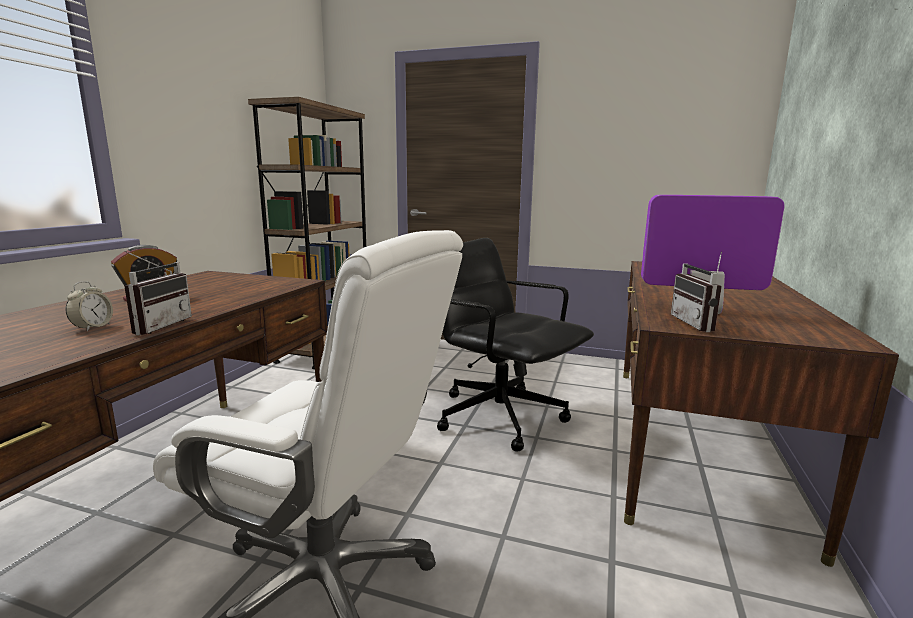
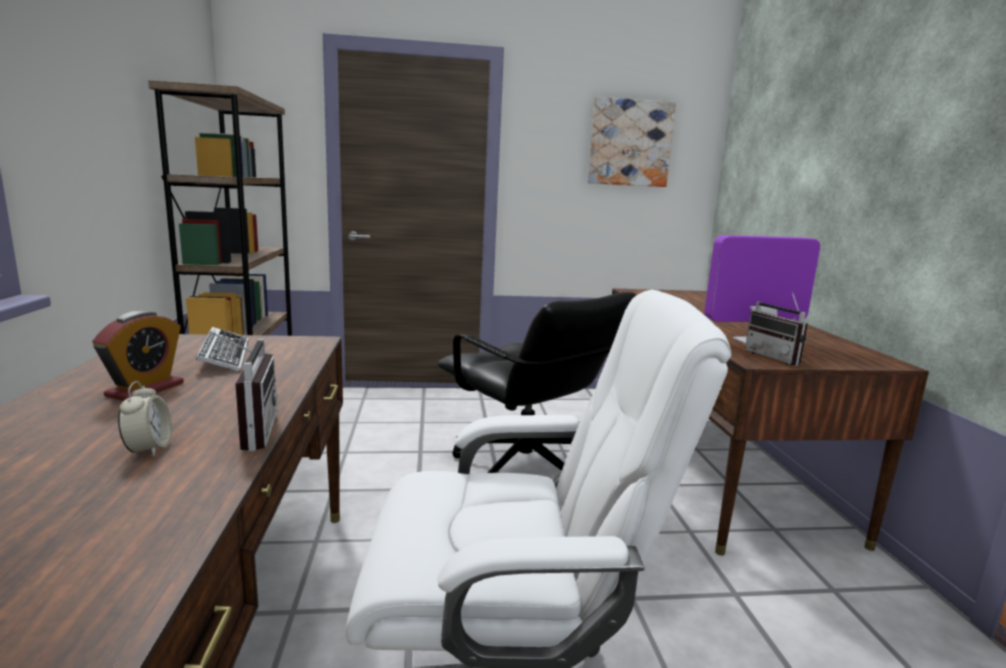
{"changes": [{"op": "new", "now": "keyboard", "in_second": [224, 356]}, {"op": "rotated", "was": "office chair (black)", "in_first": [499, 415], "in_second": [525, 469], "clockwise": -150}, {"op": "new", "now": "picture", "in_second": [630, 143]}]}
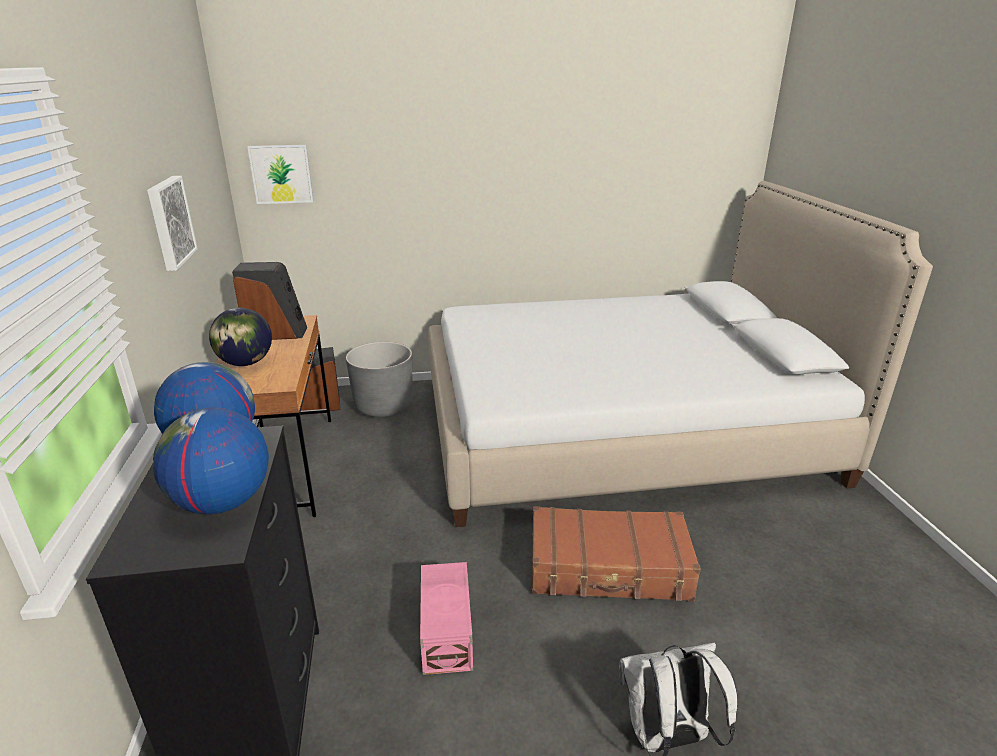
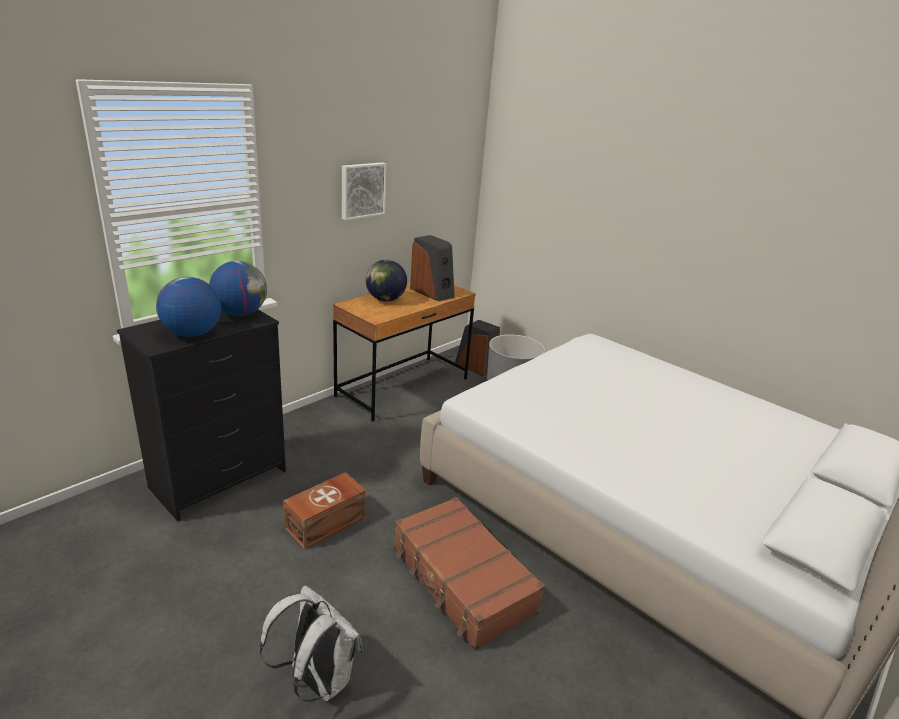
{"changes": [{"op": "repainted", "was": "storage box (pink)", "now": "storage box (brown)", "in_first": [448, 631], "in_second": [327, 523]}, {"op": "gone", "was": "picture", "in_first": [281, 174]}]}
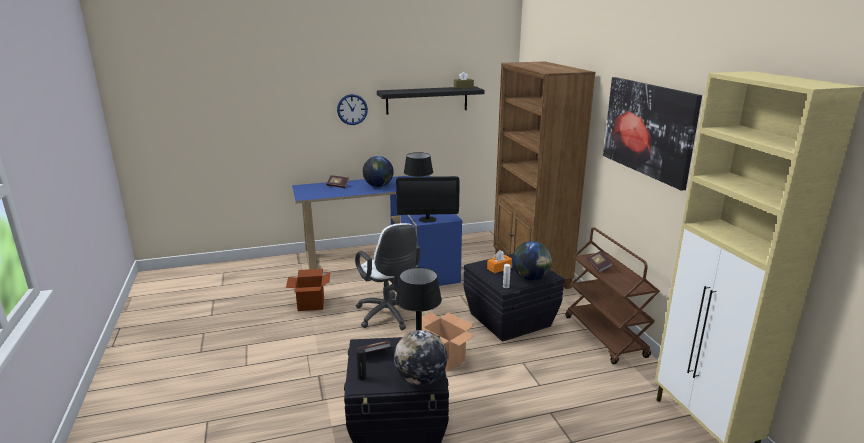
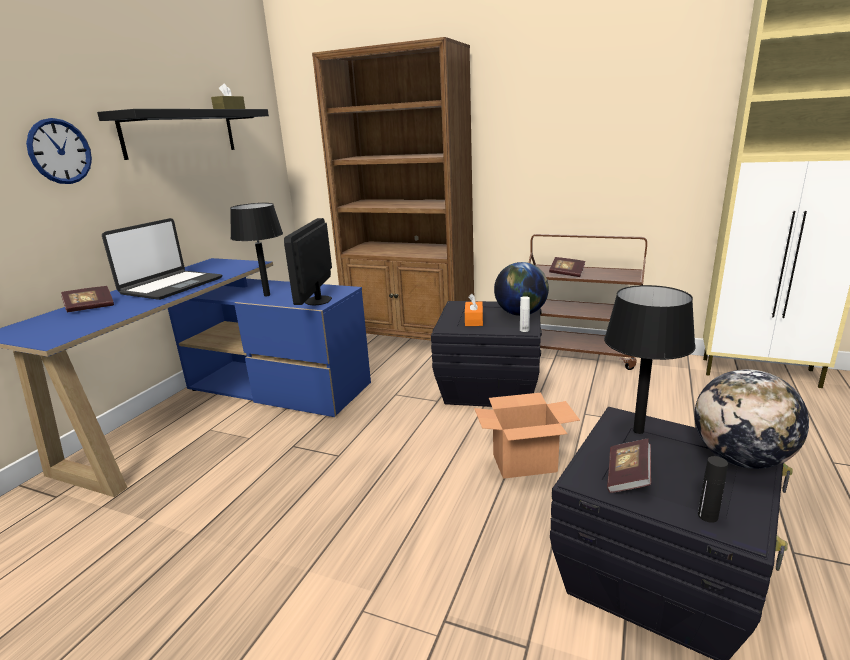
{"changes": [{"op": "swapped", "was": "globe", "now": "laptop", "in_first": [378, 186], "in_second": [171, 286]}, {"op": "rotated", "was": "monitor", "in_first": [427, 219], "in_second": [318, 300], "clockwise": 150}, {"op": "gone", "was": "cardboard box", "in_first": [311, 304]}, {"op": "gone", "was": "office chair (white)", "in_first": [389, 316]}, {"op": "gone", "was": "picture", "in_first": [648, 129]}]}
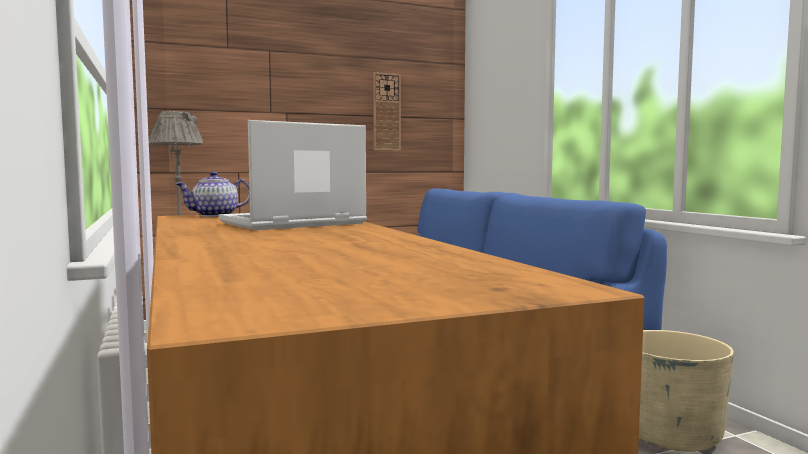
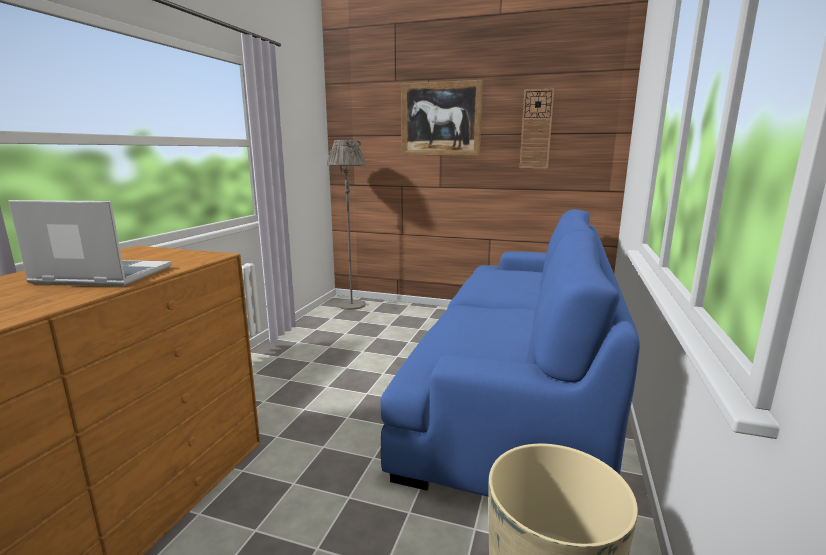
{"changes": [{"op": "new", "now": "picture", "in_second": [440, 119]}, {"op": "gone", "was": "teapot", "in_first": [215, 215]}]}
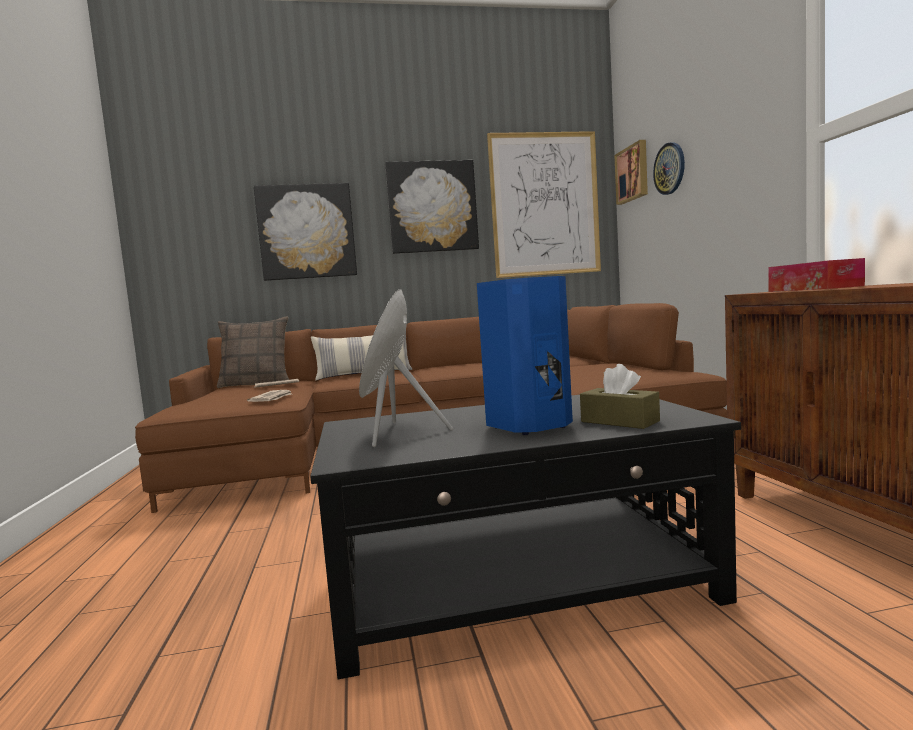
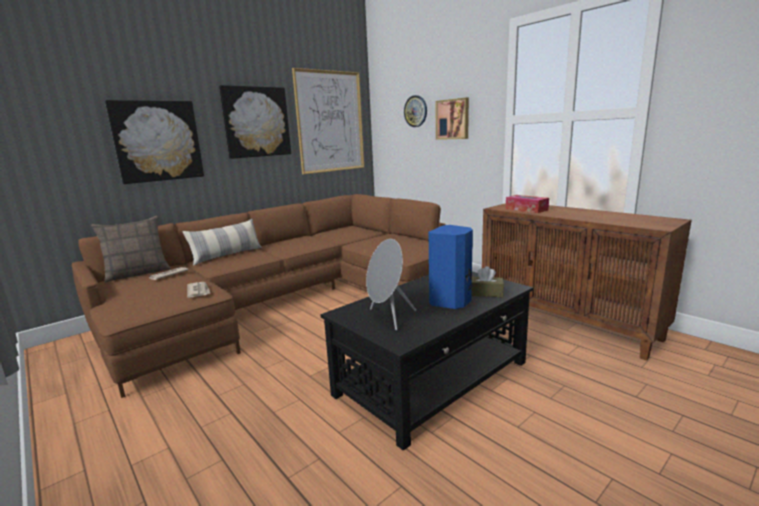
{"changes": [{"op": "shifted", "was": "picture", "in_first": [633, 173], "in_second": [453, 119]}]}
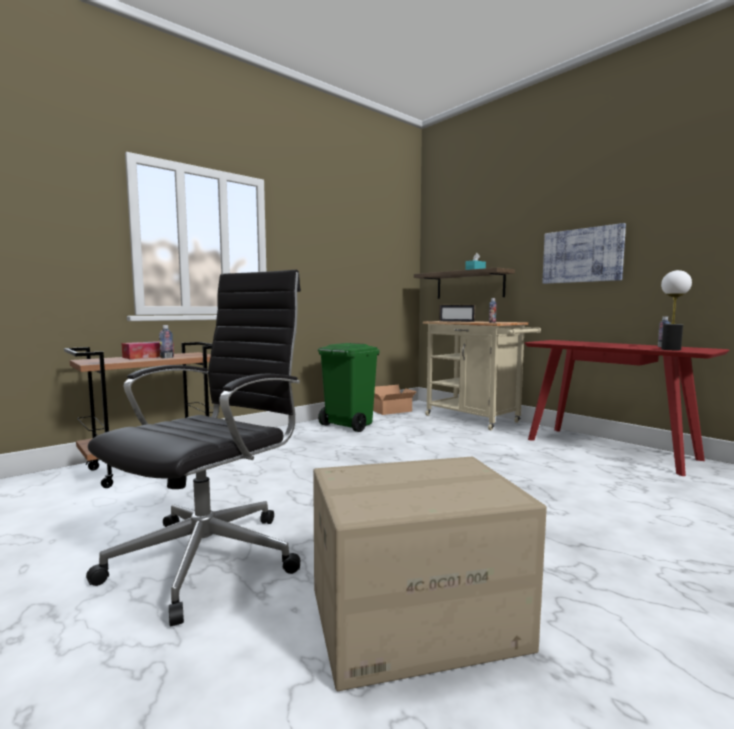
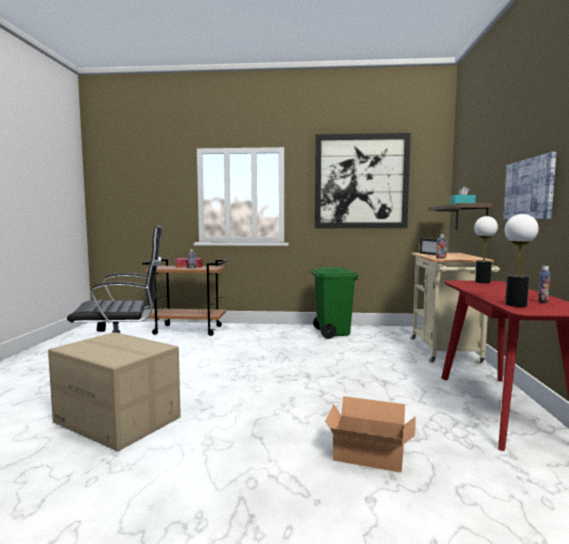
{"changes": [{"op": "new", "now": "picture", "in_second": [361, 181]}, {"op": "shifted", "was": "cardboard box", "in_first": [393, 411], "in_second": [370, 456]}, {"op": "new", "now": "table lamp", "in_second": [482, 282]}]}
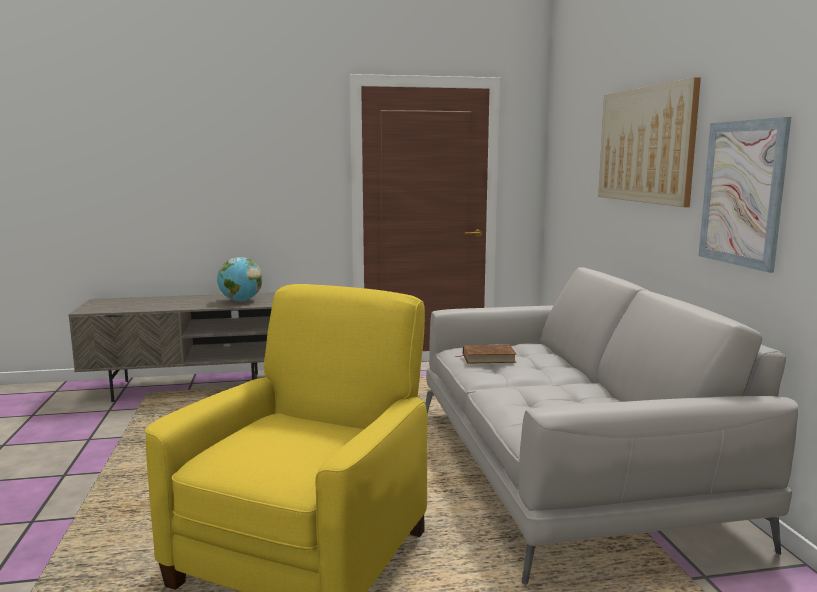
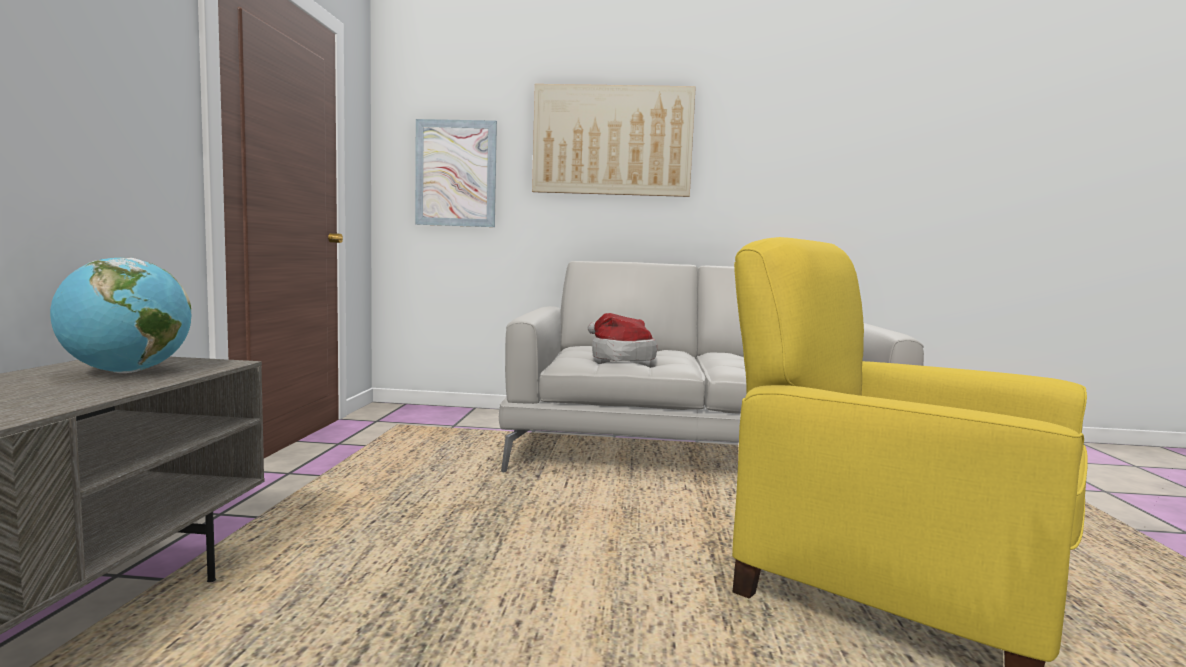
{"changes": [{"op": "shifted", "was": "picture", "in_first": [742, 193], "in_second": [456, 173]}, {"op": "swapped", "was": "book (brown)", "now": "hat", "in_first": [488, 358], "in_second": [619, 357]}]}
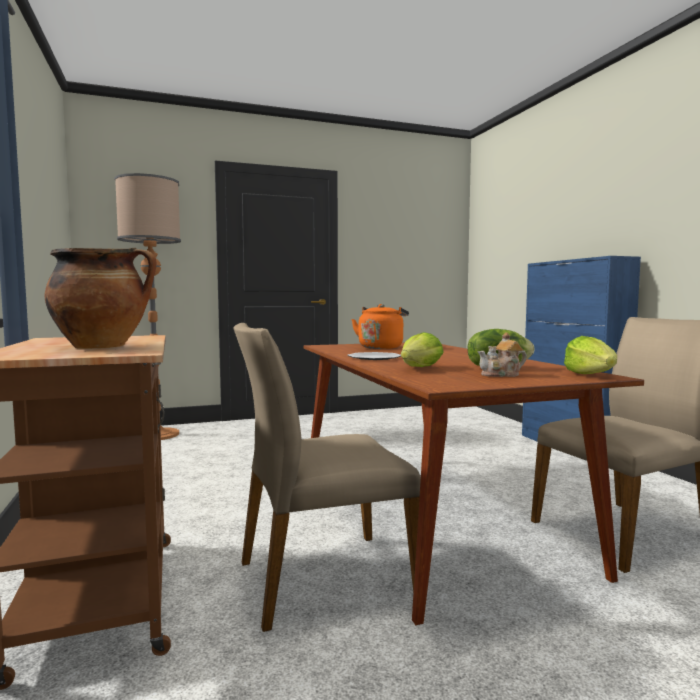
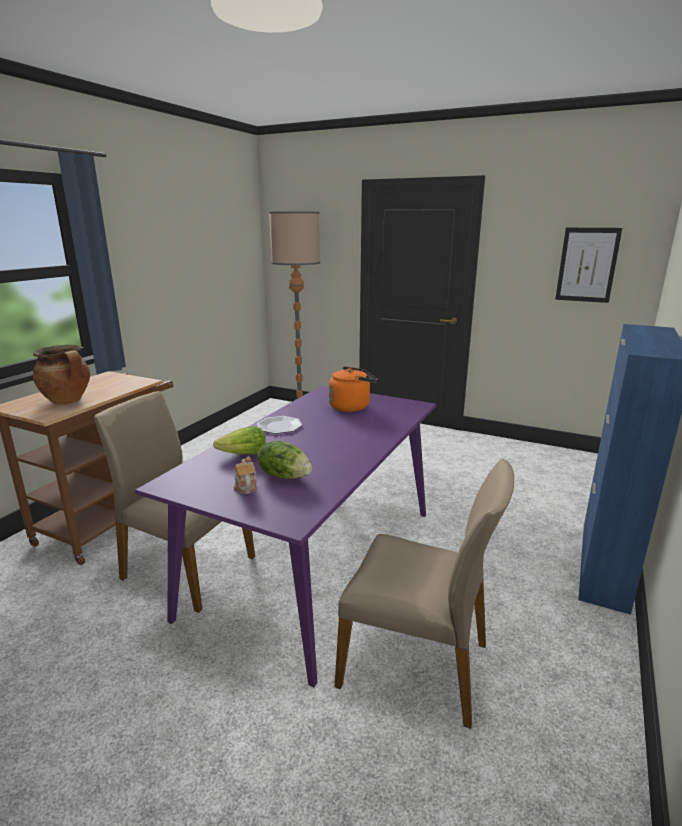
{"changes": [{"op": "repainted", "was": "dining table (brown)", "now": "dining table (purple)", "in_first": [427, 515], "in_second": [316, 561]}, {"op": "rotated", "was": "teapot", "in_first": [502, 375], "in_second": [245, 487], "clockwise": 45}, {"op": "new", "now": "picture", "in_second": [587, 265]}, {"op": "gone", "was": "lettuce", "in_first": [591, 375]}]}
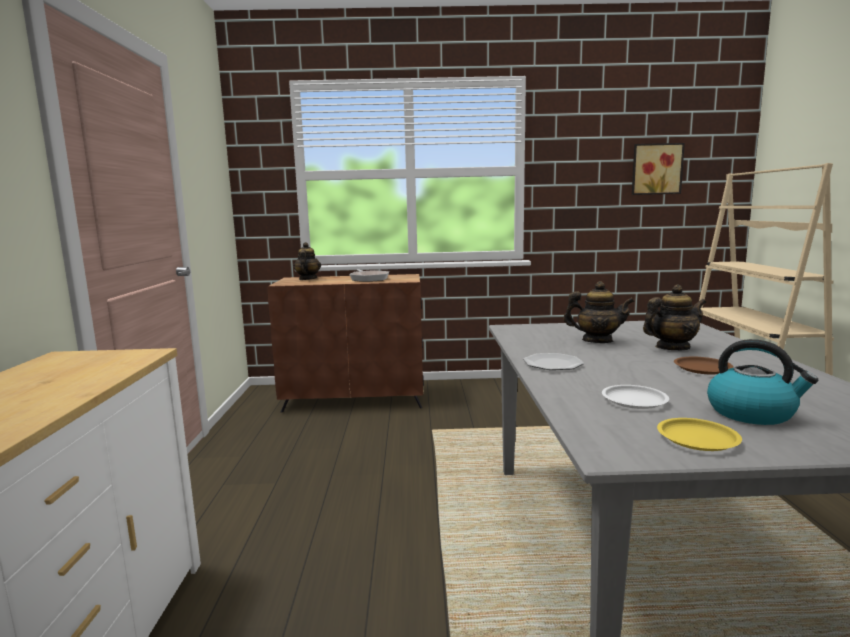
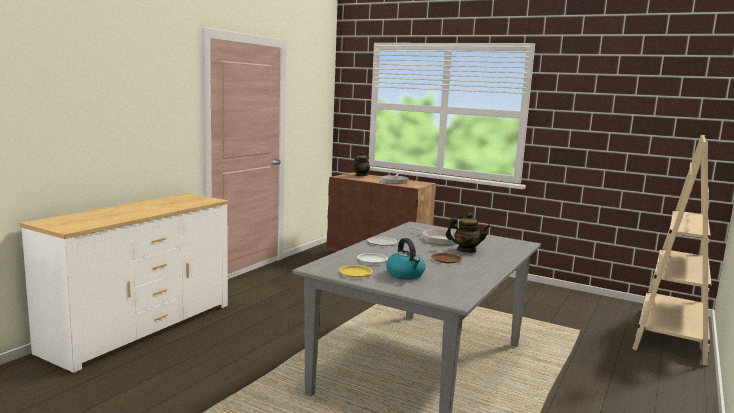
{"changes": [{"op": "swapped", "was": "teapot", "now": "frying pan", "in_first": [597, 341], "in_second": [438, 239]}, {"op": "gone", "was": "picture", "in_first": [656, 169]}]}
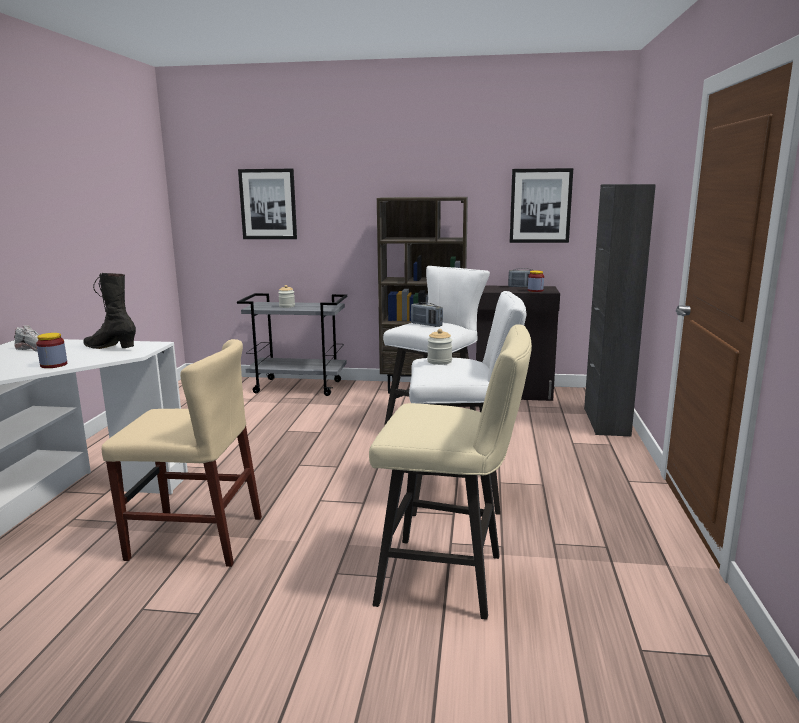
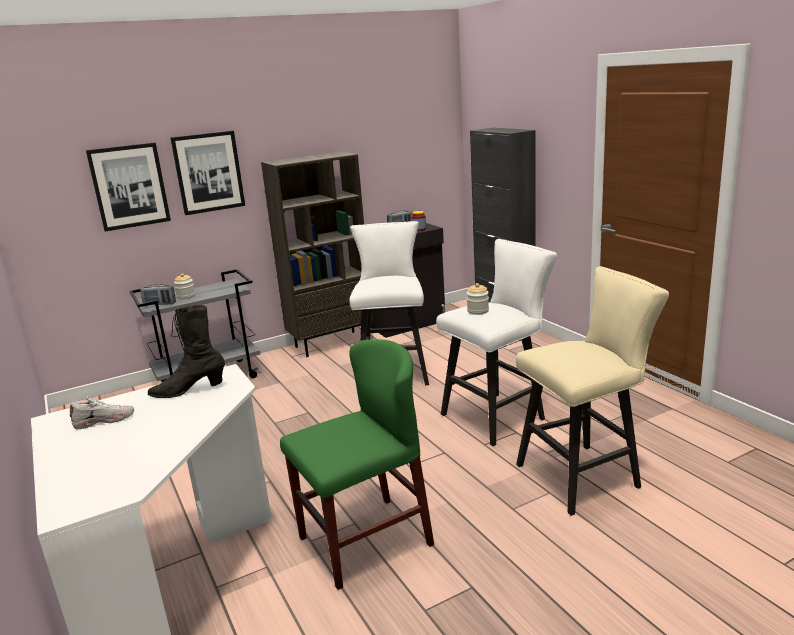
{"changes": [{"op": "shifted", "was": "radio", "in_first": [426, 325], "in_second": [160, 304]}, {"op": "shifted", "was": "picture", "in_first": [540, 206], "in_second": [208, 172]}, {"op": "repainted", "was": "chair (beige)", "now": "chair (green)", "in_first": [195, 538], "in_second": [365, 541]}, {"op": "gone", "was": "jar", "in_first": [54, 365]}]}
